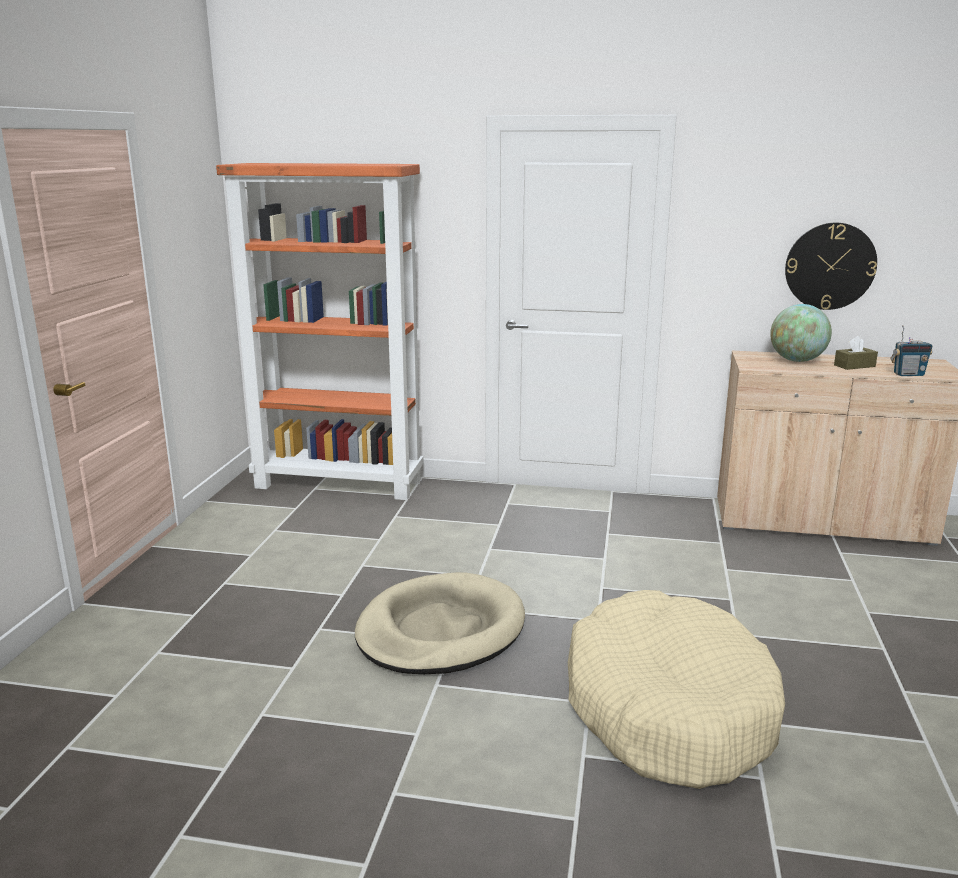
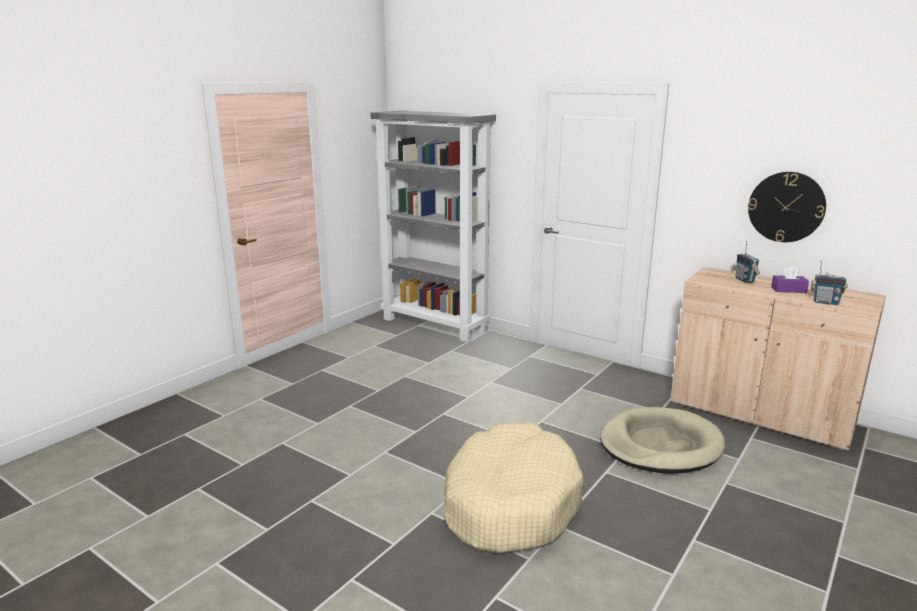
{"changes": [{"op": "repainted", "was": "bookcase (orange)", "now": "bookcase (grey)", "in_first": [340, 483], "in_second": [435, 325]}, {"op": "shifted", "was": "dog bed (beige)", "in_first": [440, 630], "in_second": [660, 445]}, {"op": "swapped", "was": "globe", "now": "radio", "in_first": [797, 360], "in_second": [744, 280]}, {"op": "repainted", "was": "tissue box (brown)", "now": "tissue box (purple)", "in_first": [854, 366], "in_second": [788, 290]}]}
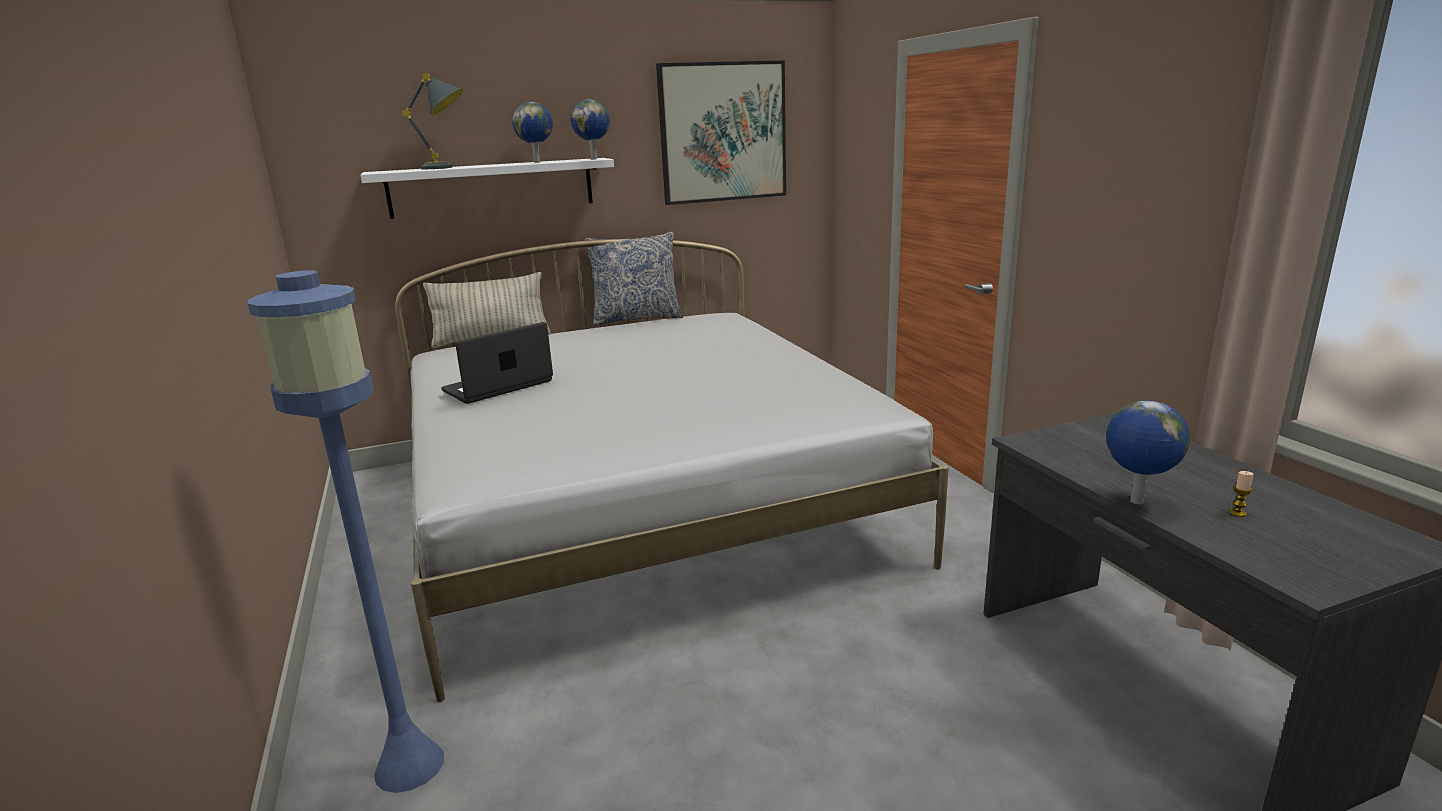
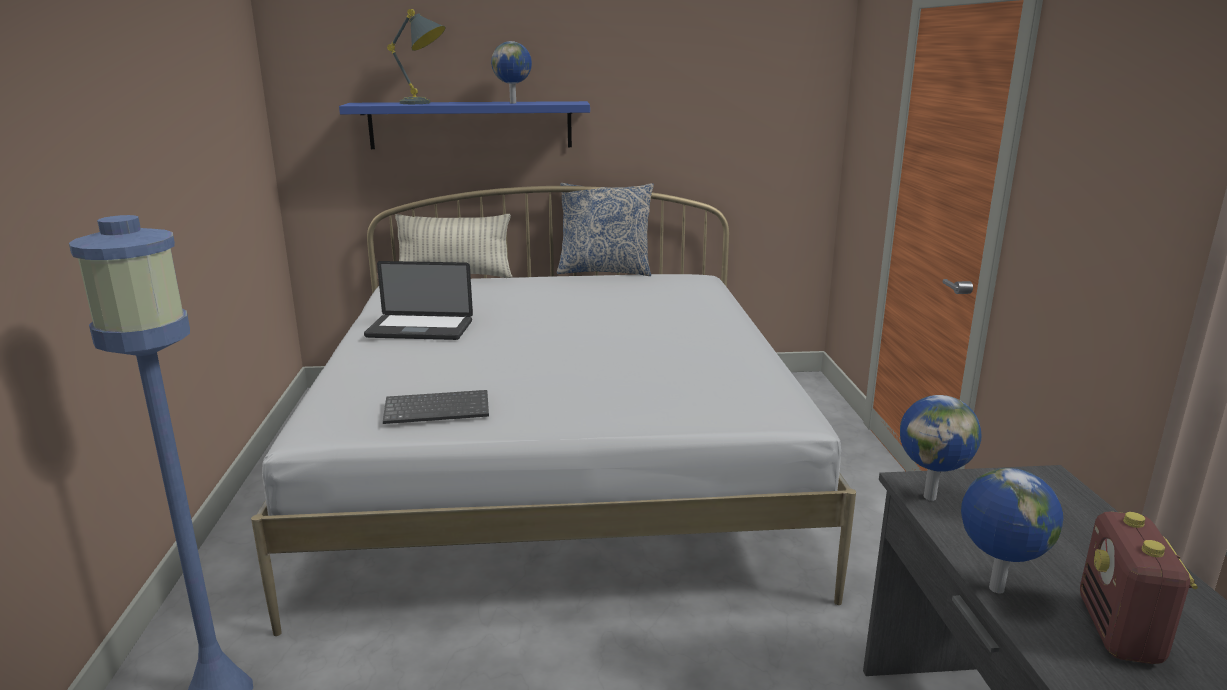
{"changes": [{"op": "repainted", "was": "shelf (white)", "now": "shelf (blue)", "in_first": [492, 187], "in_second": [471, 125]}, {"op": "rotated", "was": "laptop", "in_first": [498, 386], "in_second": [420, 329], "clockwise": -150}, {"op": "new", "now": "keyboard", "in_second": [438, 409]}, {"op": "shifted", "was": "globe", "in_first": [594, 159], "in_second": [930, 496]}, {"op": "swapped", "was": "candle", "now": "radio", "in_first": [1237, 513], "in_second": [1119, 631]}, {"op": "gone", "was": "picture", "in_first": [723, 132]}]}
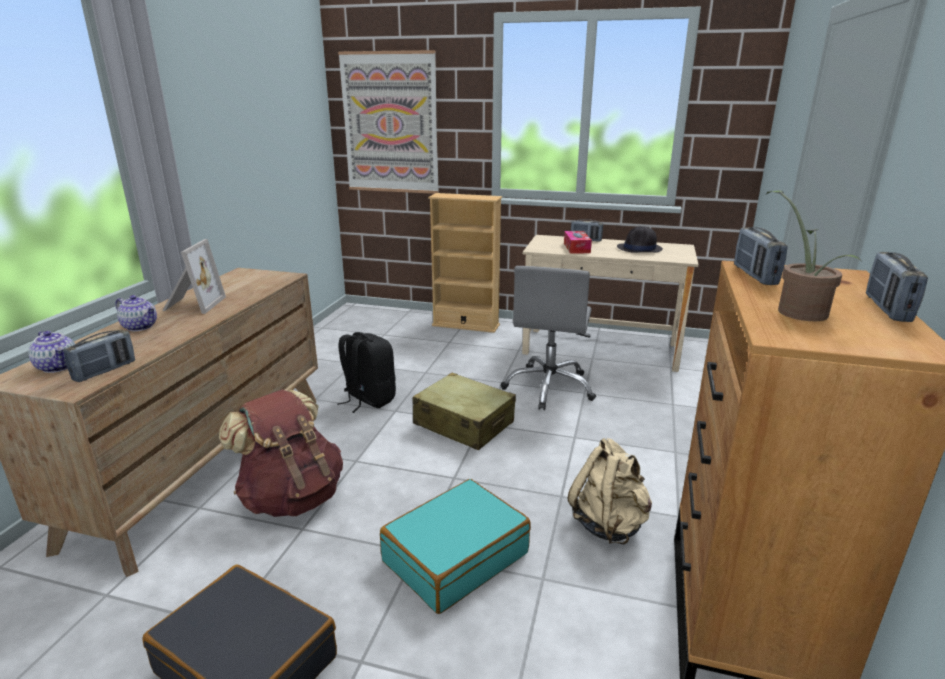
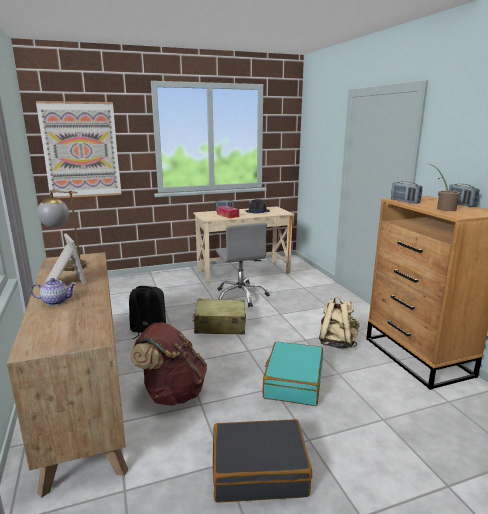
{"changes": [{"op": "new", "now": "table lamp", "in_second": [66, 266]}, {"op": "gone", "was": "teapot", "in_first": [59, 367]}, {"op": "gone", "was": "radio", "in_first": [105, 371]}, {"op": "gone", "was": "bookcase (beige)", "in_first": [466, 325]}]}
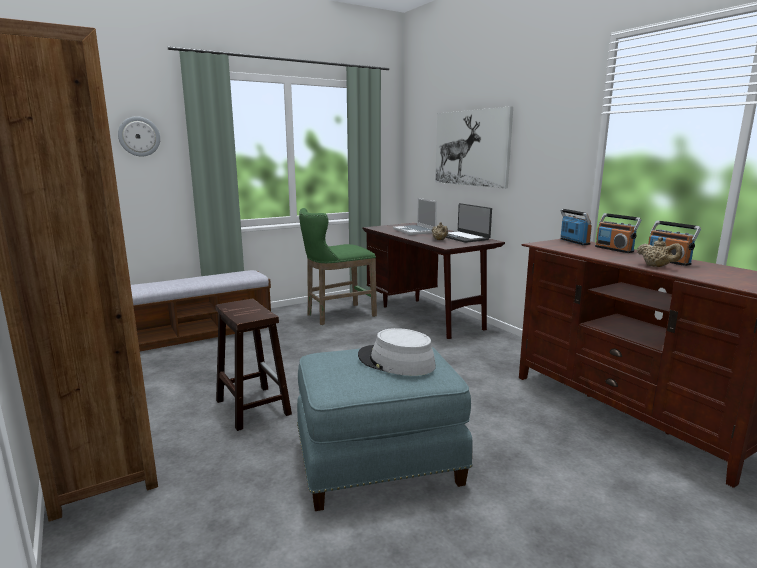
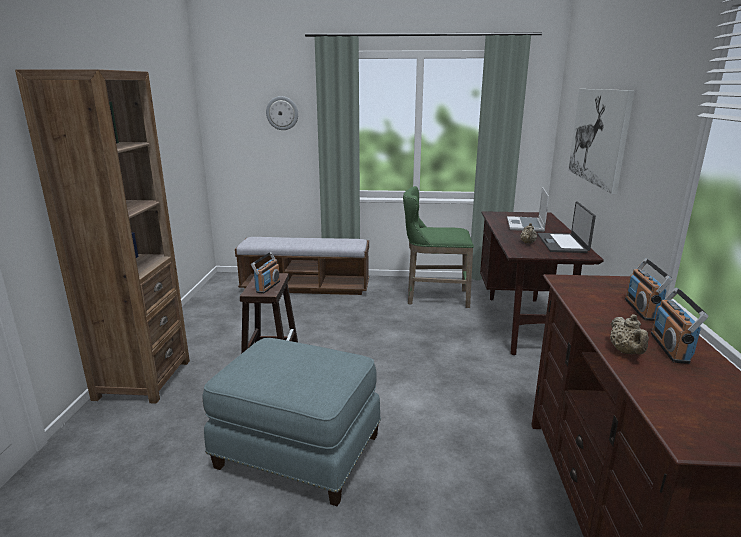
{"changes": [{"op": "shifted", "was": "radio", "in_first": [574, 242], "in_second": [267, 286]}, {"op": "gone", "was": "hat (grey)", "in_first": [395, 361]}]}
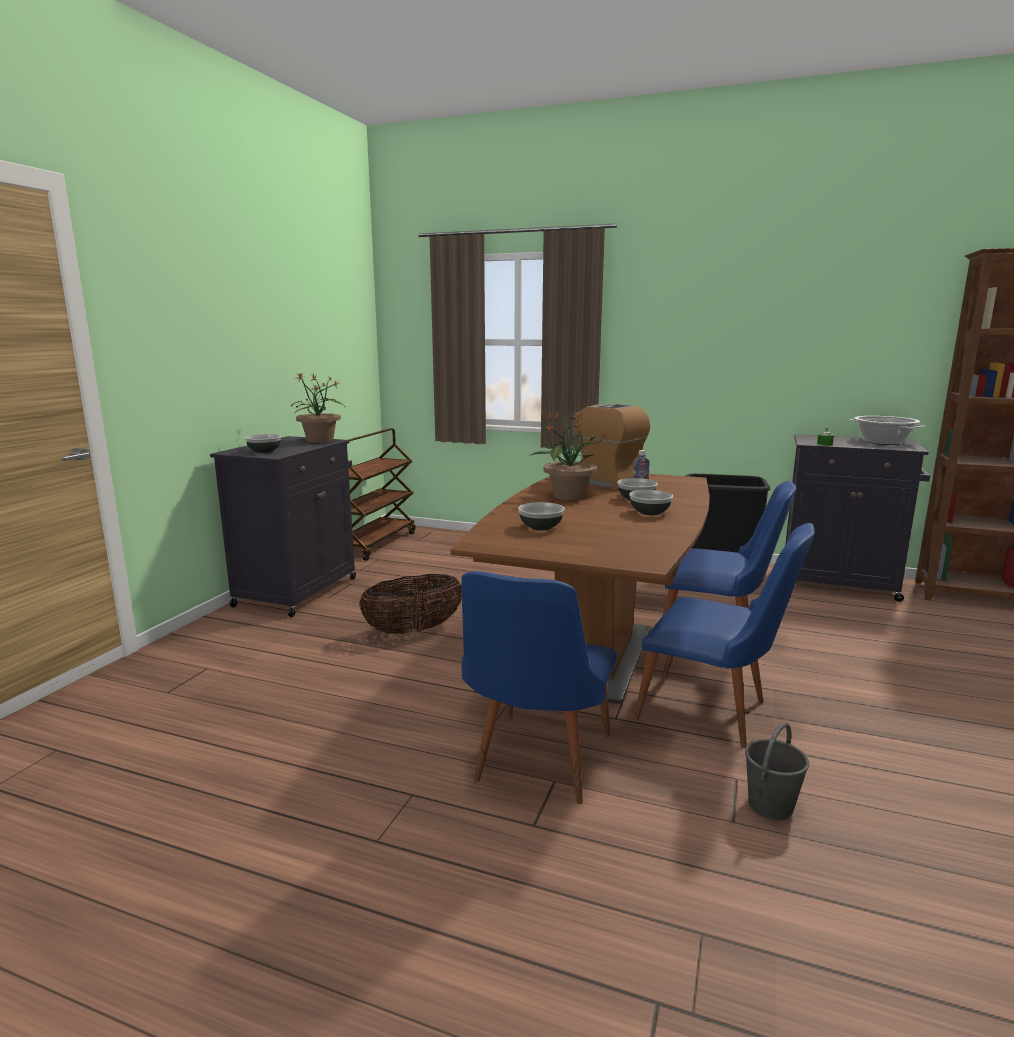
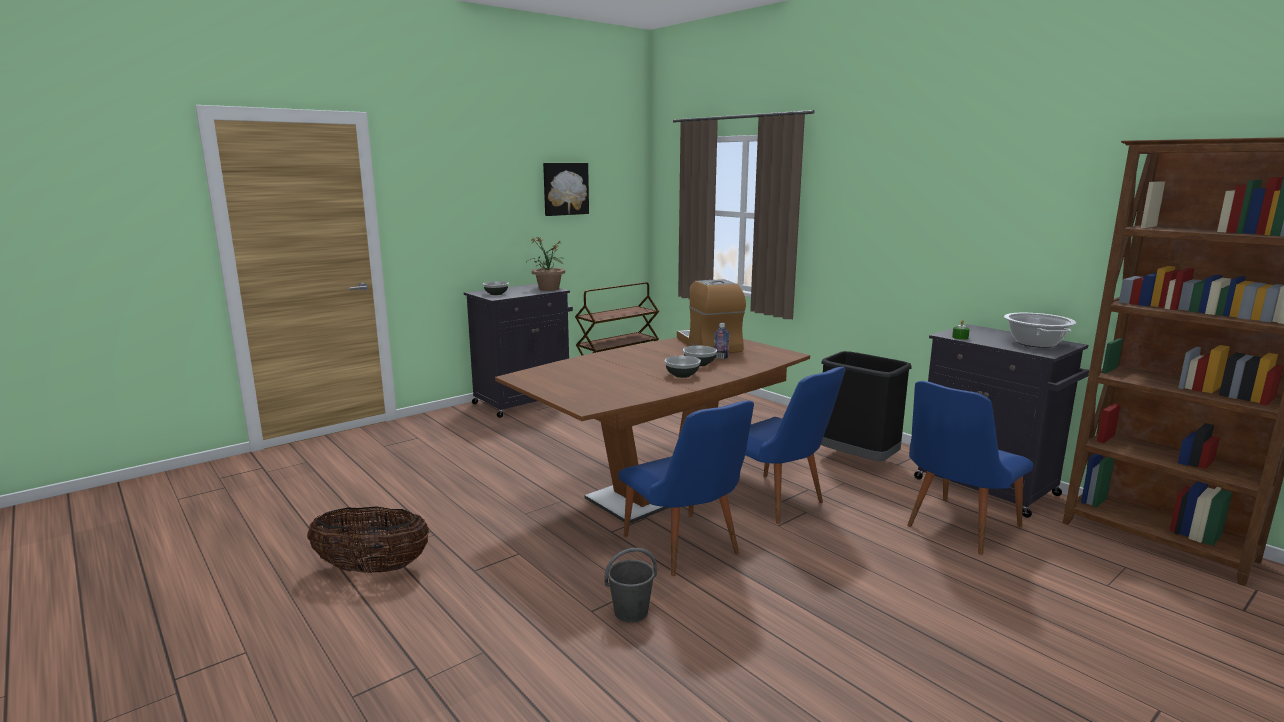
{"changes": [{"op": "shifted", "was": "basket", "in_first": [413, 630], "in_second": [372, 568]}, {"op": "new", "now": "picture", "in_second": [565, 189]}, {"op": "shifted", "was": "chair (blue)", "in_first": [536, 765], "in_second": [955, 528]}, {"op": "gone", "was": "bowl", "in_first": [541, 527]}, {"op": "gone", "was": "potted plant", "in_first": [568, 496]}]}
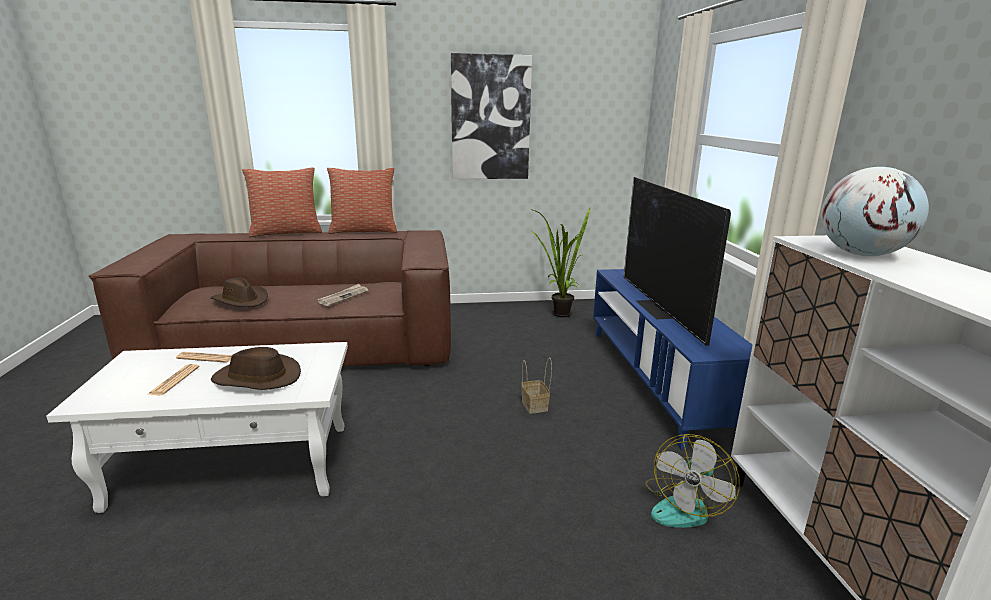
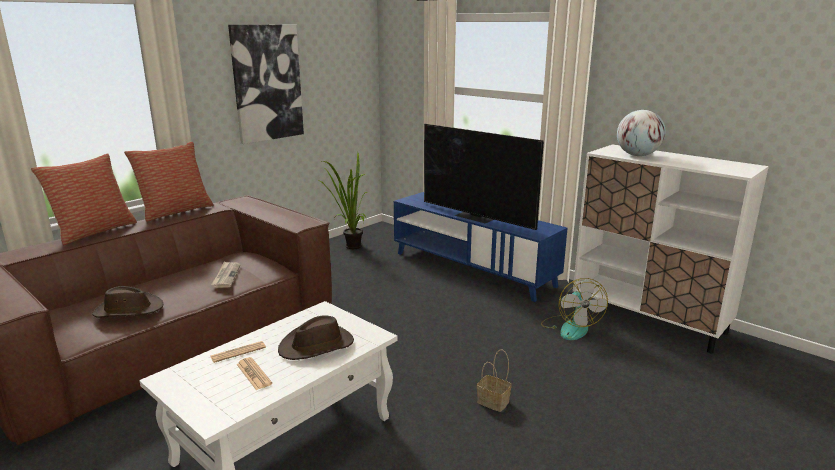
{"changes": [{"op": "shifted", "was": "basket", "in_first": [535, 406], "in_second": [494, 402]}]}
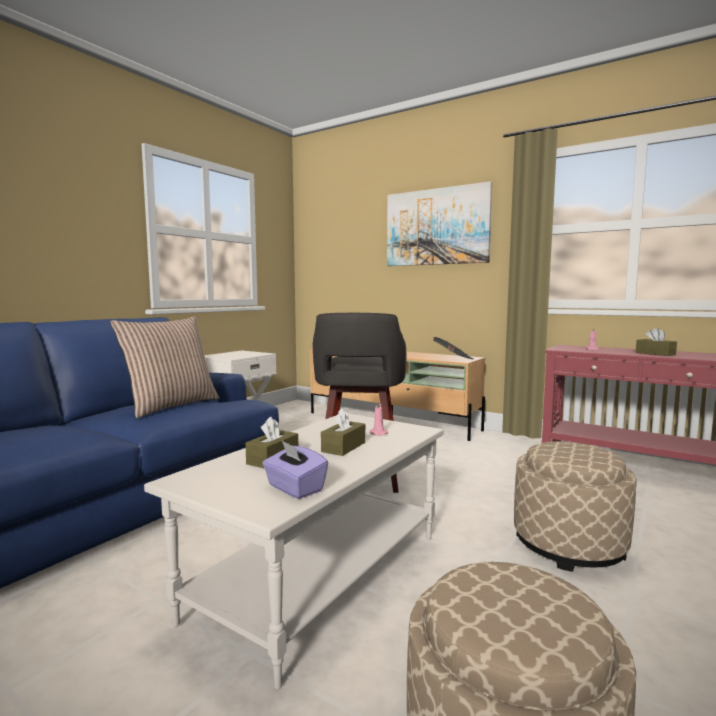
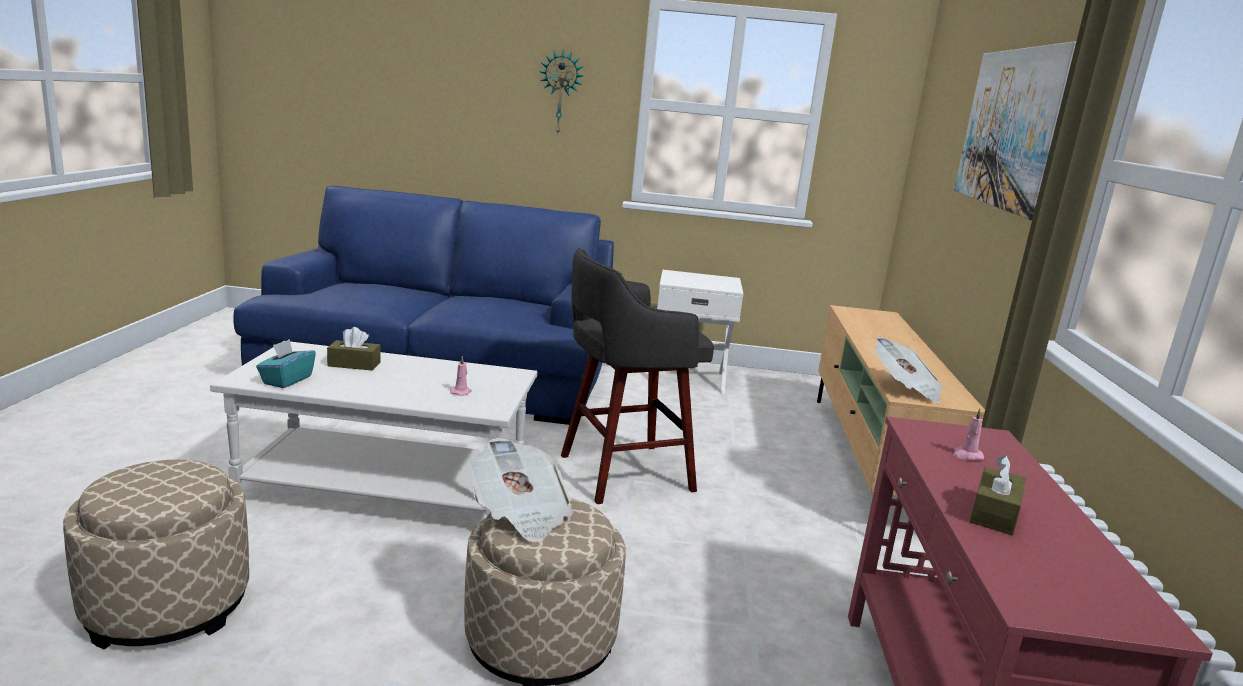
{"changes": [{"op": "repainted", "was": "tissue box (purple)", "now": "tissue box (turquoise)", "in_first": [294, 488], "in_second": [286, 380]}, {"op": "new", "now": "newspaper", "in_second": [520, 514]}, {"op": "new", "now": "wall clock", "in_second": [560, 93]}, {"op": "gone", "was": "pillow", "in_first": [170, 406]}, {"op": "gone", "was": "tissue box (brown)", "in_first": [343, 447]}]}
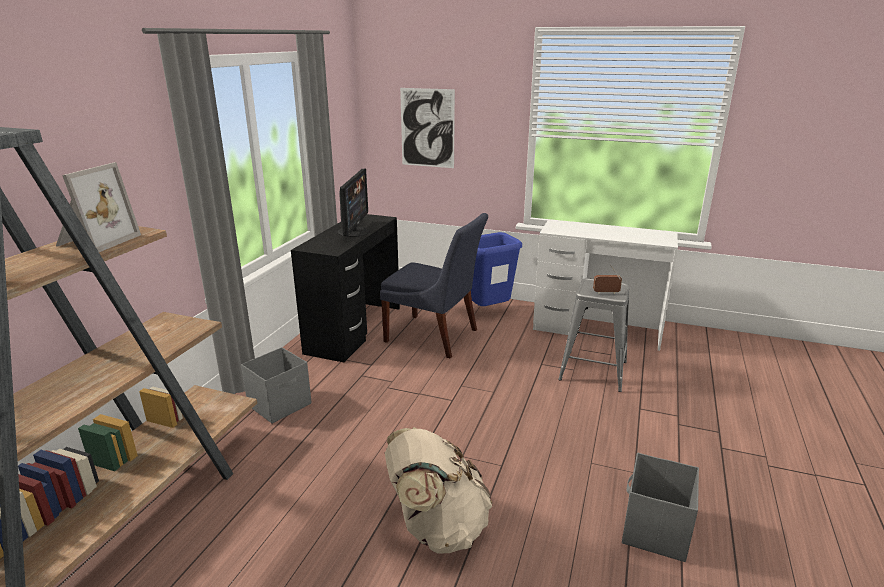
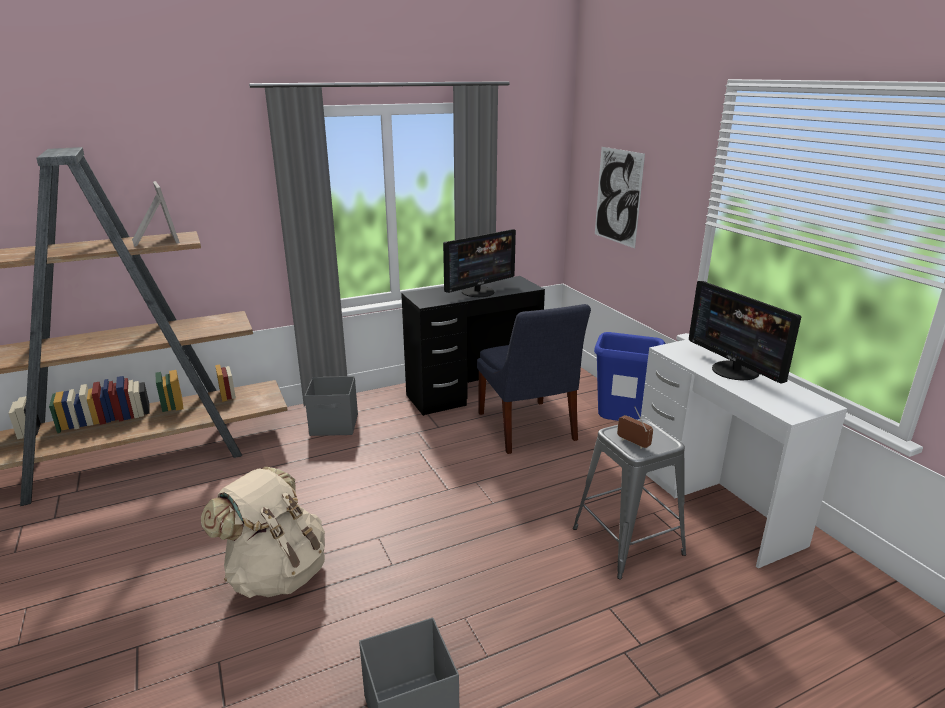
{"changes": [{"op": "rotated", "was": "picture frame", "in_first": [95, 241], "in_second": [154, 240], "clockwise": -90}, {"op": "new", "now": "monitor", "in_second": [735, 371]}]}
